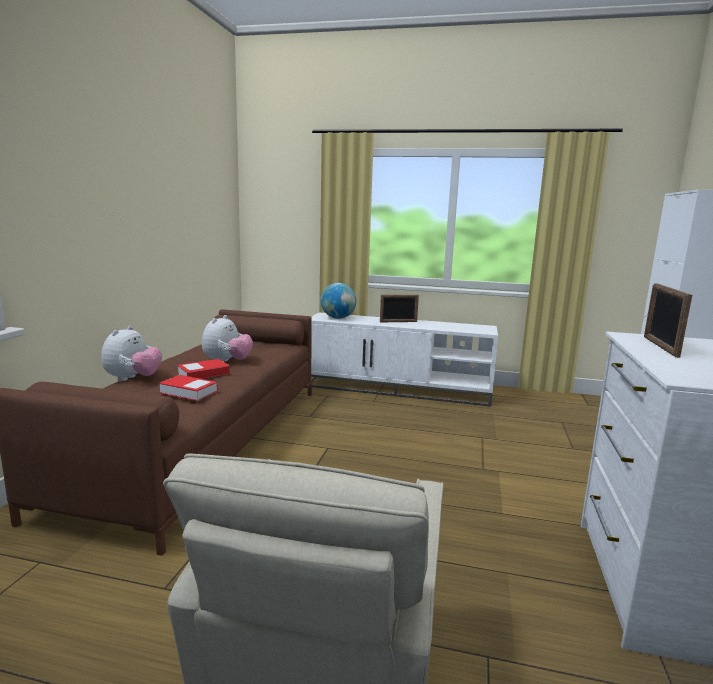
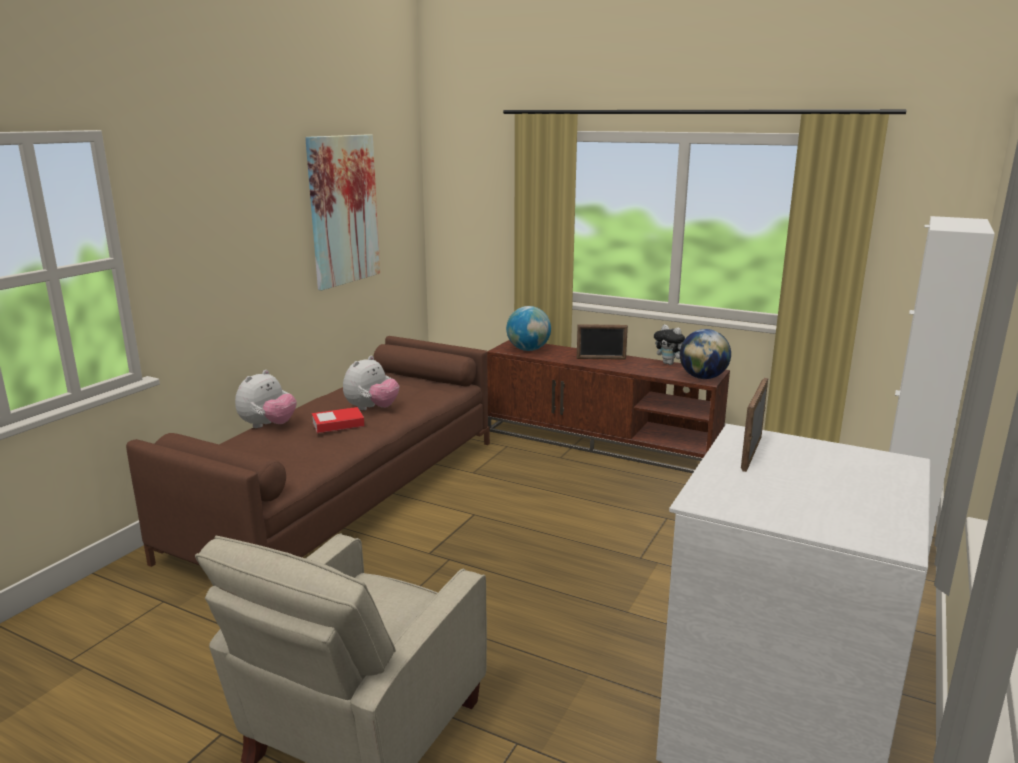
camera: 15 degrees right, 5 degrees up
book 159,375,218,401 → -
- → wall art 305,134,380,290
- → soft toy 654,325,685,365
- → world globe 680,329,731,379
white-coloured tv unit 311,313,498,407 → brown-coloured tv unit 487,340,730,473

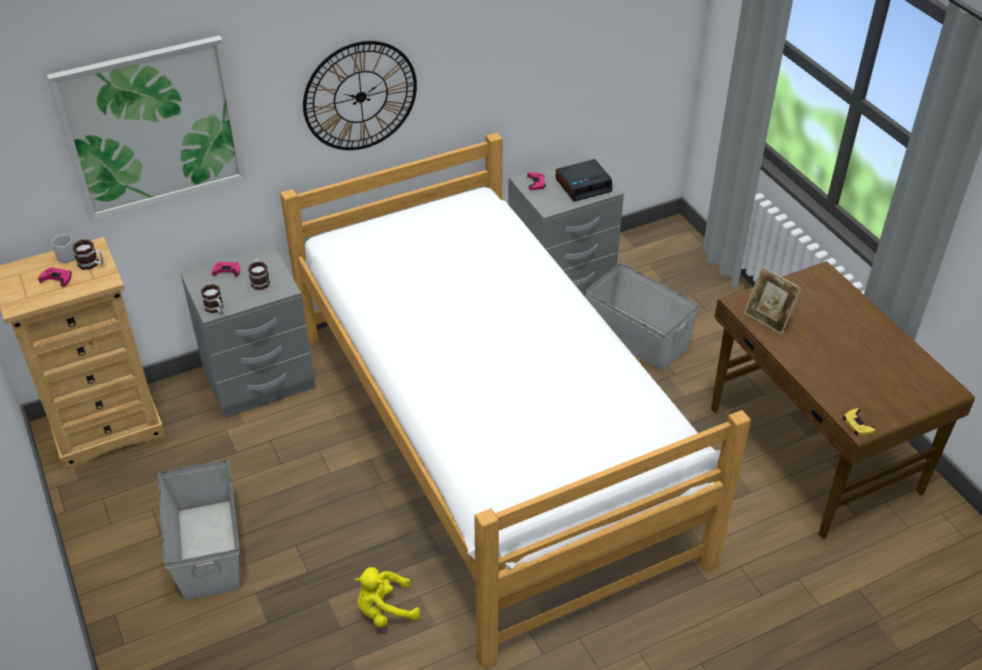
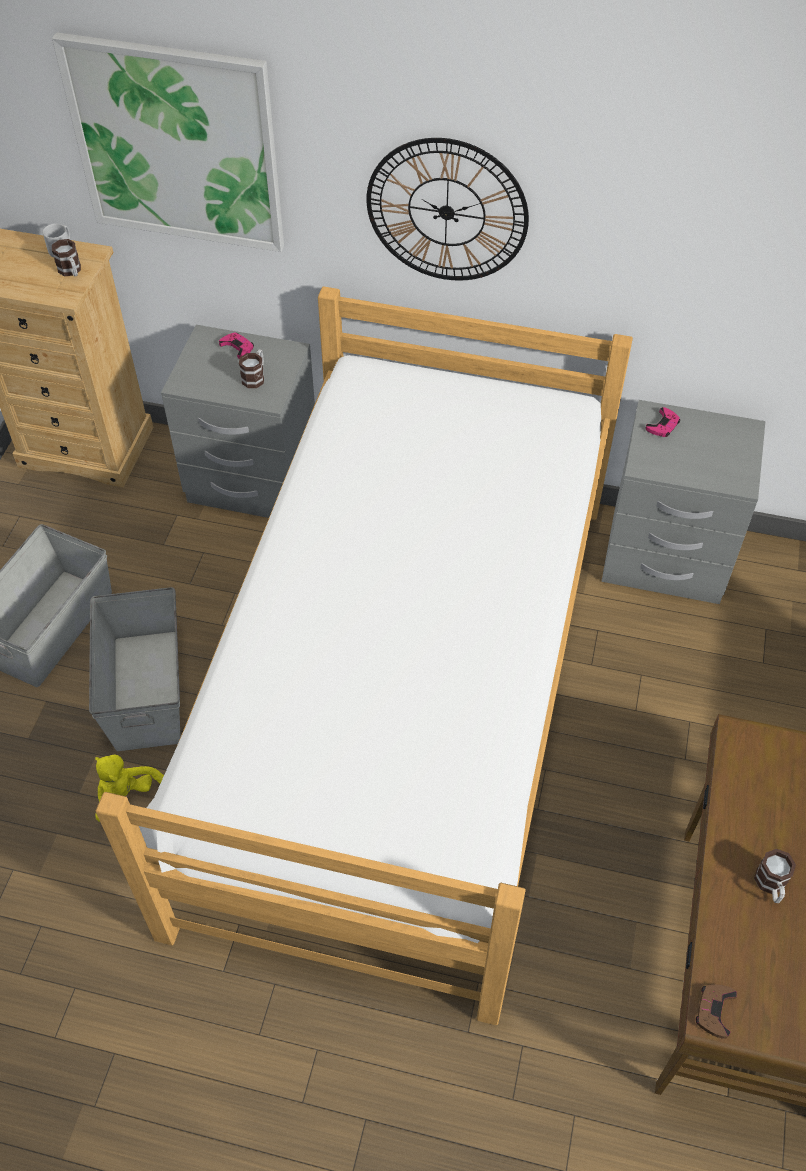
camera: 40 degrees right, 10 degrees up
pinkish game controller 38,267,72,287 → -
bedside clock 555,159,612,202 → -
picture frame 744,266,802,335 → -
tea mug 201,284,224,313 → tea mug 754,849,796,903, move
greyish storage box 586,263,699,371 → greyish storage box 89,587,181,751, move
yellow game controller 843,408,876,435 → brown-coloured game controller 696,984,737,1039

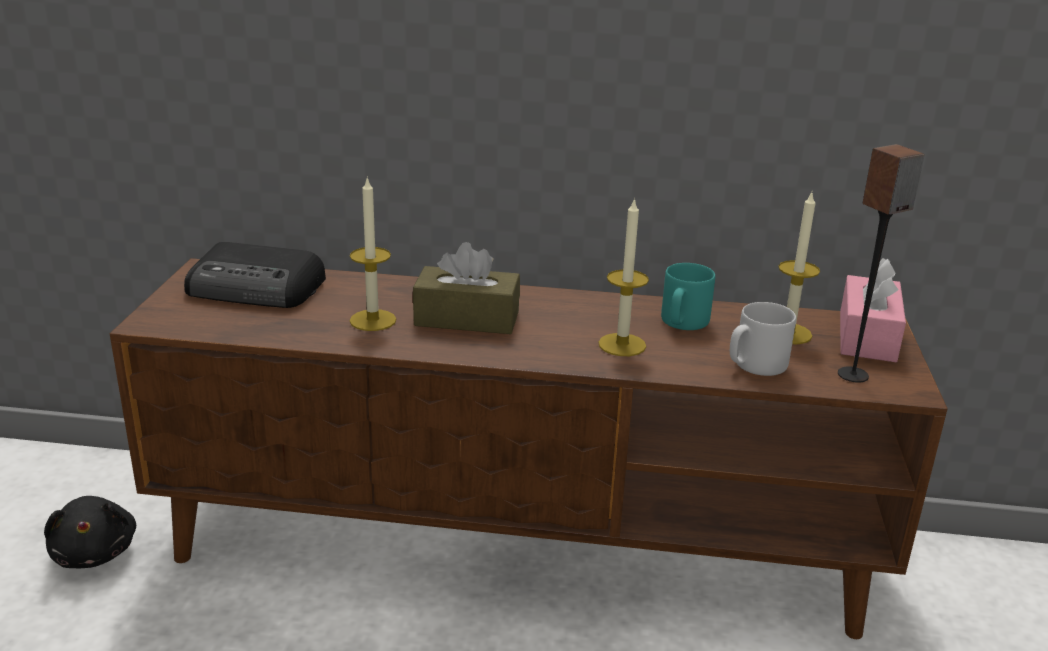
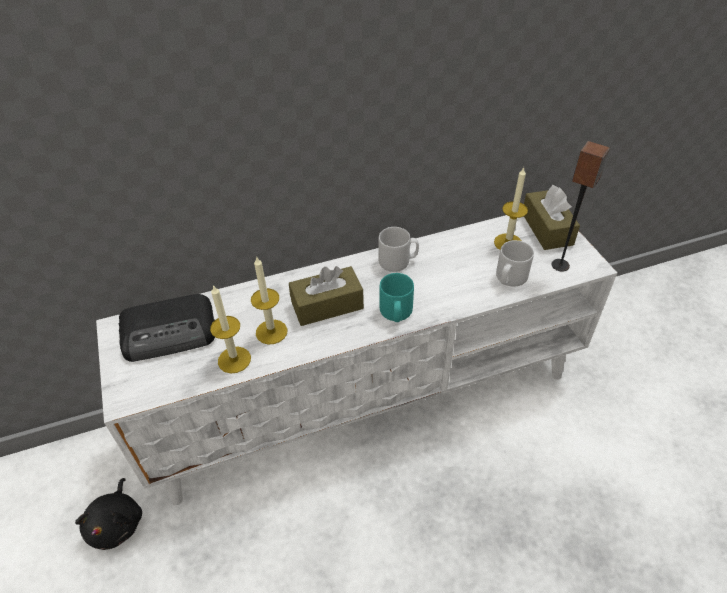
camera: 25 degrees left, 20 degrees up
- → greyish tea mug 378,227,419,272
wax light 598,197,649,356 → wax light 210,285,251,373, move
turquoise tea mug 661,263,715,330 → turquoise tea mug 379,273,414,322, move
brown-coloured tv unit 109,258,948,639 → white-coloured tv unit 96,215,617,505
pinkish box of tissues 840,258,906,362 → brown-coloured box of tissues 524,185,580,250
black-coloured soft toy 44,496,136,568 → black-coloured soft toy 75,478,142,550, 45 degrees clockwise

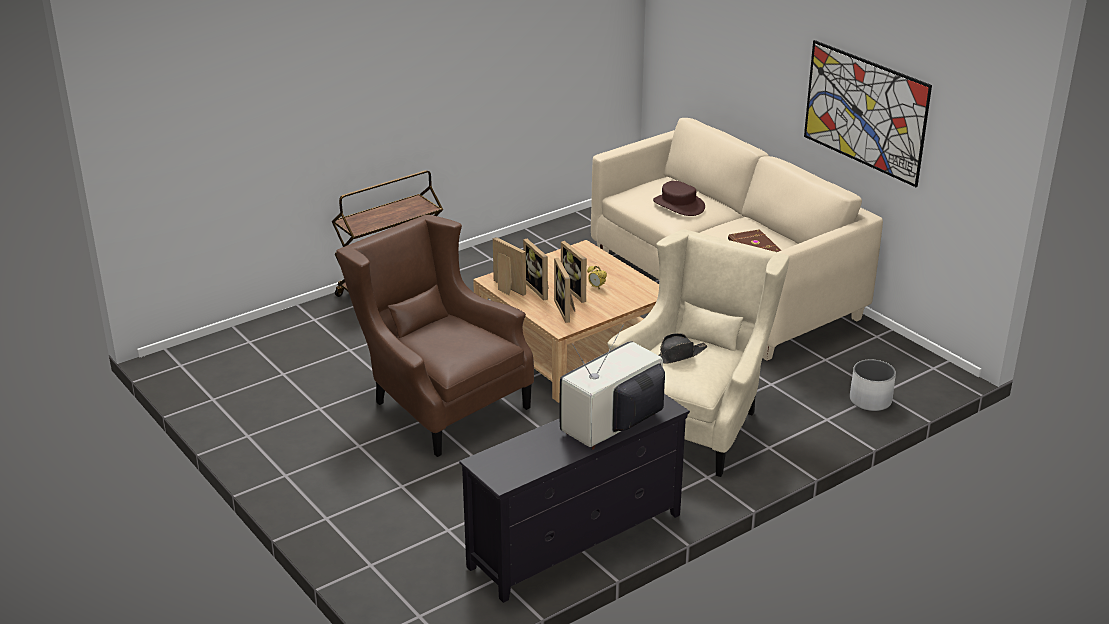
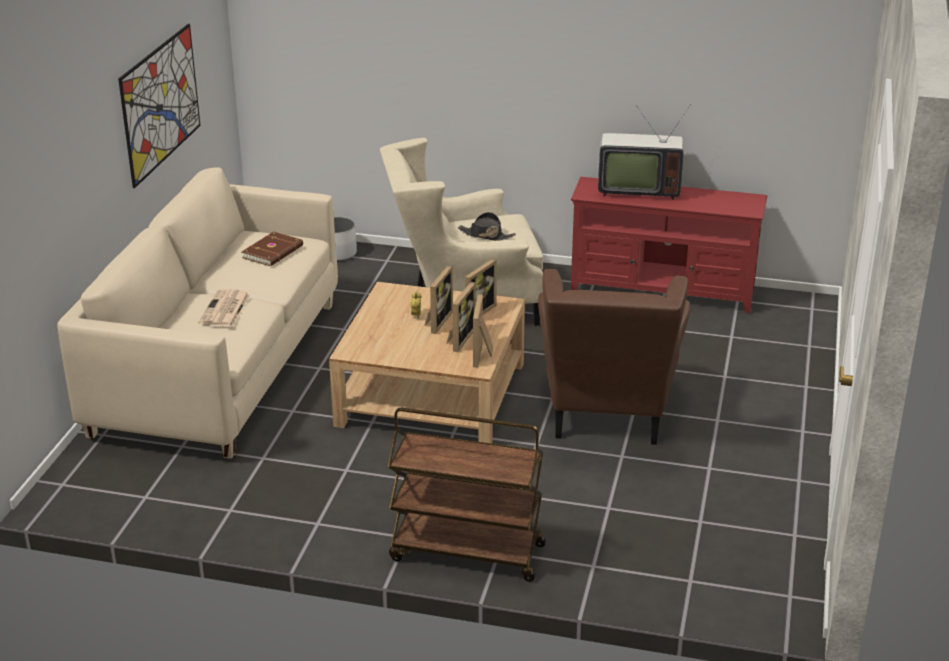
camera: 130 degrees left, 0 degrees up
brown-coloured clothing hat 653,181,705,216 → newspaper 198,289,251,327
black-coloured tv unit 459,394,690,603 → red tv unit 571,177,767,313

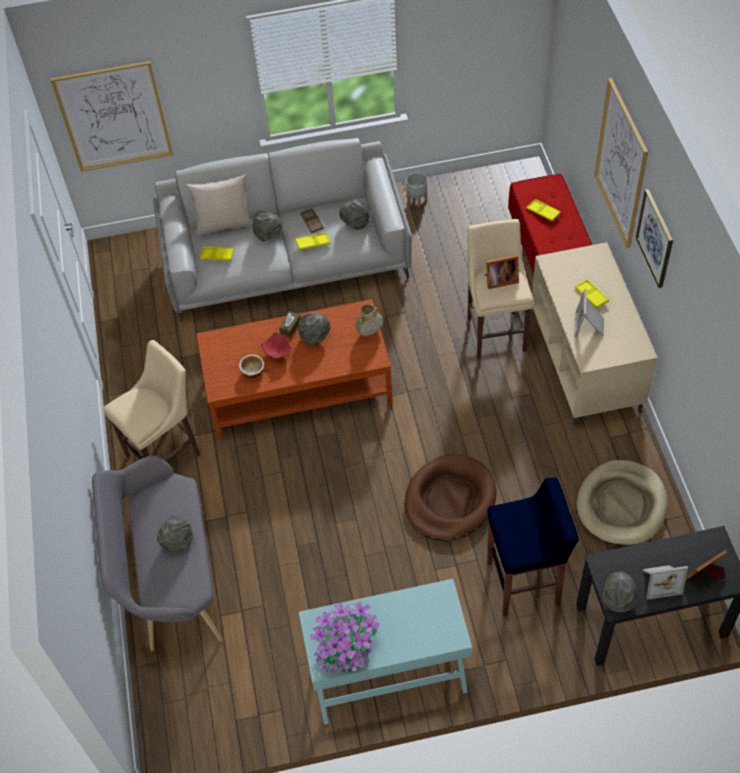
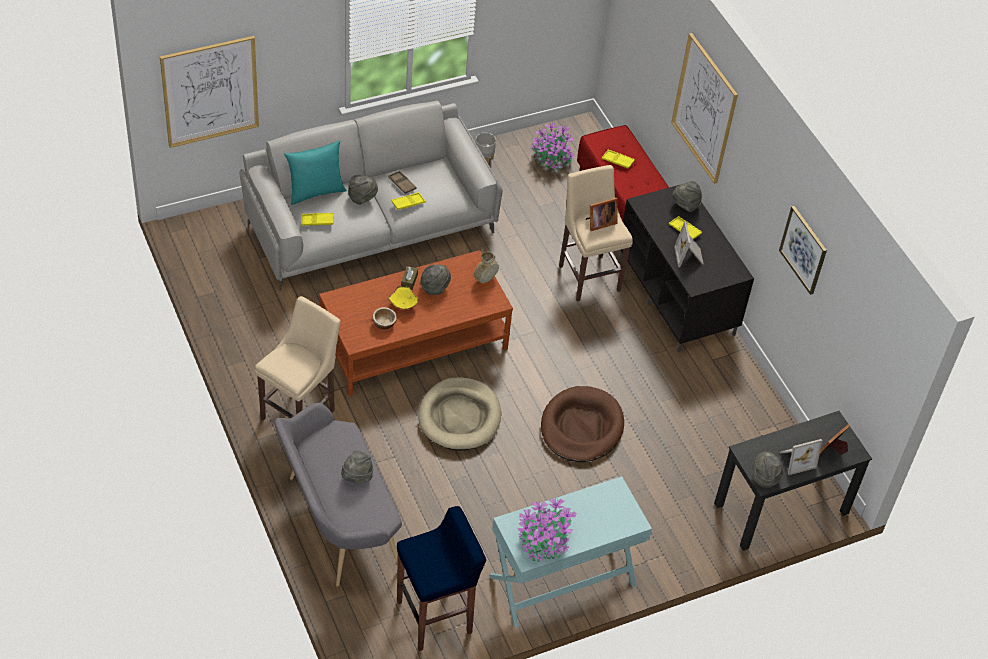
camera: 20 degrees left, 5 degrees down
- → potted plant 531,123,575,172
greyish clothing hat 339,199,370,230 → greyish clothing hat 672,181,702,212, move
blue stool seat 487,477,579,617 → blue stool seat 397,506,486,651, move
sand-coloured dog bed 577,460,668,545 → sand-coloured dog bed 418,377,501,451, move
wall art 636,189,673,288 → wall art 779,206,827,295, move
sand-coloured pillow 186,174,253,237 → turquoise pillow 284,140,347,205
red deep dish 261,333,292,359 → yellow deep dish 388,286,419,309
sand-coloured tv unit 532,242,658,425 → black-coloured tv unit 619,185,754,353

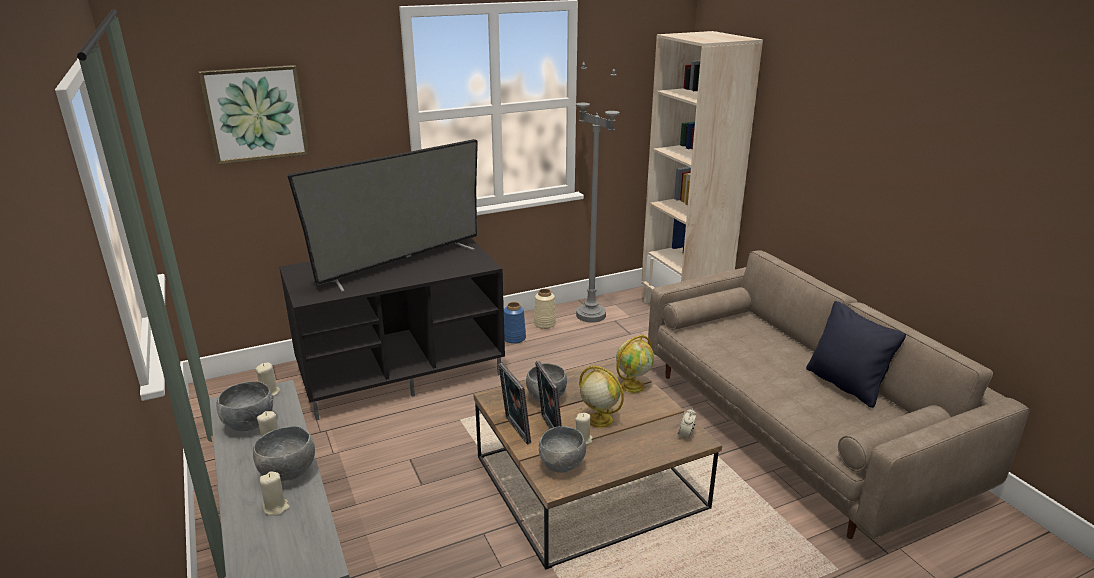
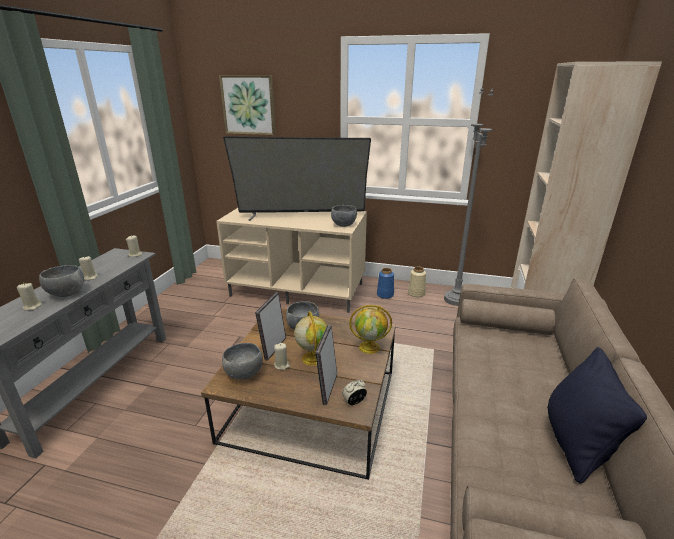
camera: 40 degrees right, 0 degrees up
greyish deep dish 216,381,273,431 → greyish deep dish 331,205,357,227, move
picture frame 498,363,531,445 → picture frame 315,325,337,405, move
black-coloured tv unit 279,238,505,421 → sand-coloured tv unit 216,208,367,313

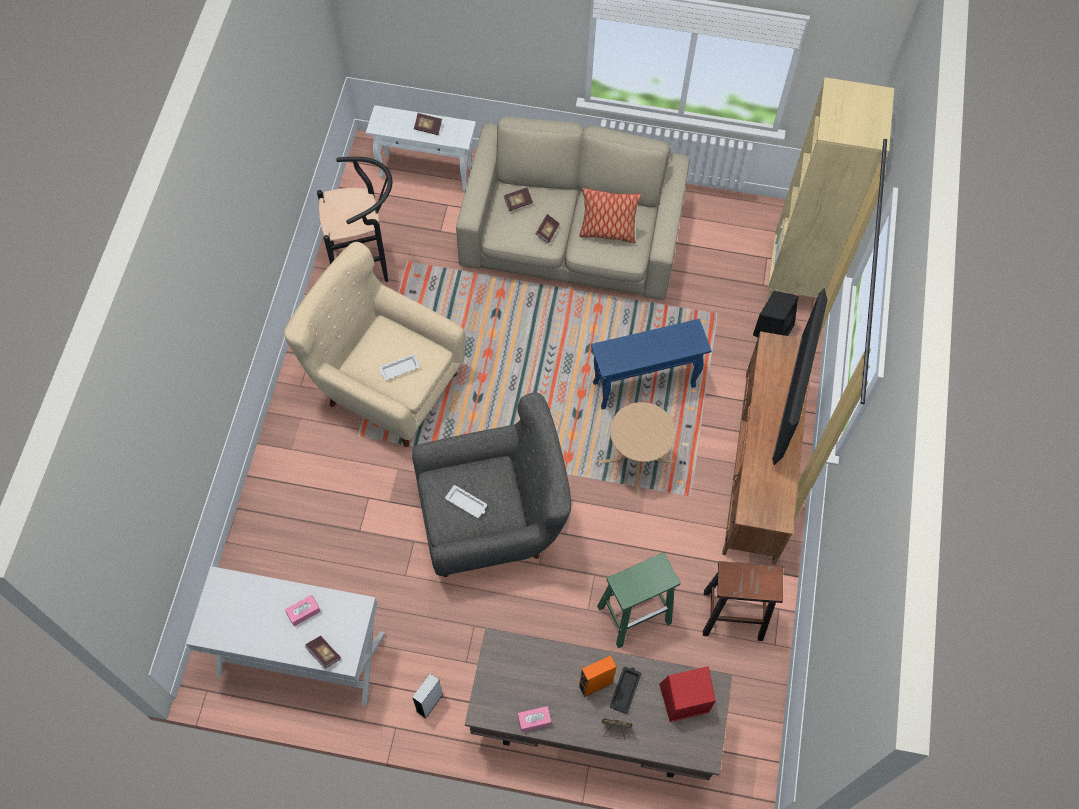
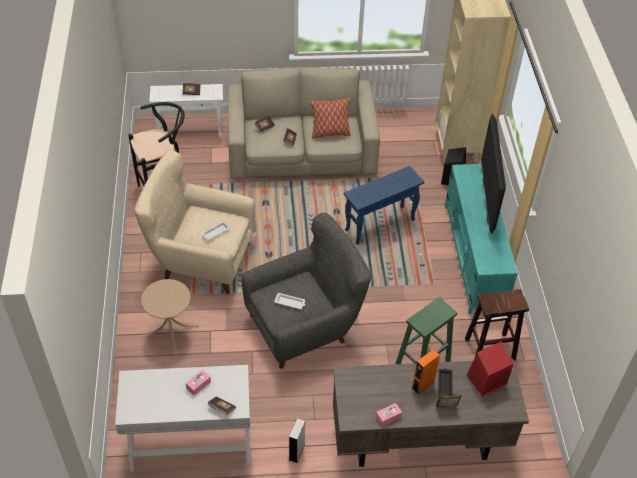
camera: 15 degrees left, 15 degrees down
sand-coloured end table 599,402,675,497 → sand-coloured end table 141,279,200,354, move
brown-coloured tv unit 722,331,809,564 → turquoise tv unit 445,164,518,314

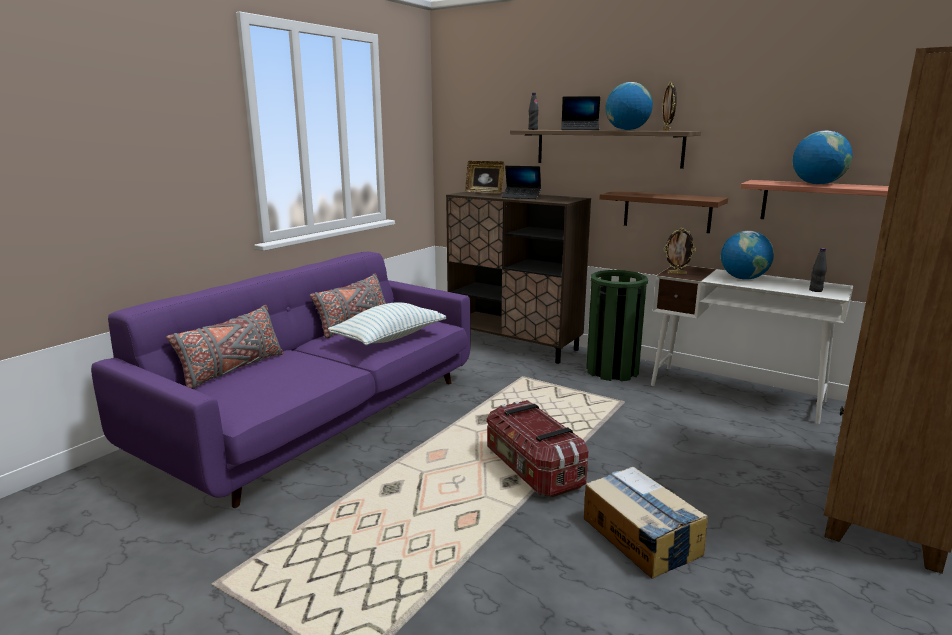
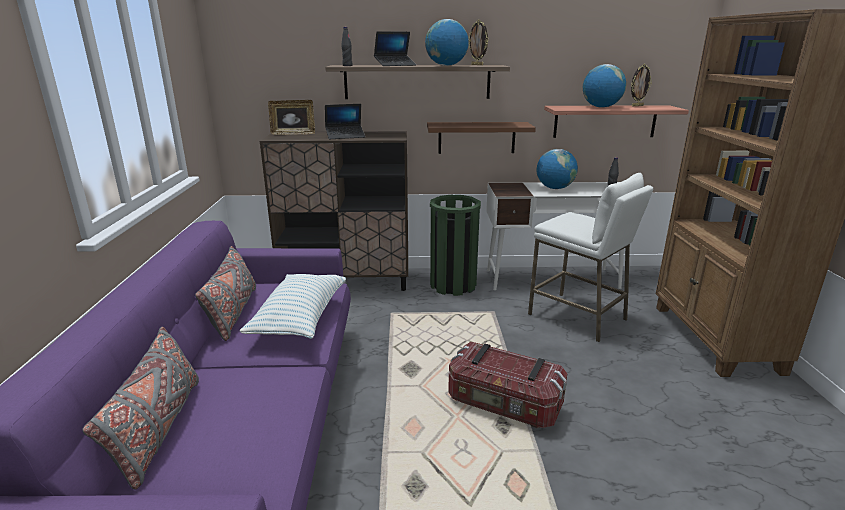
camera: 35 degrees left, 5 degrees up
cardboard box 584,467,708,579 → -
- → white-coloured stool seat 528,173,653,342
picture frame 664,228,696,274 → picture frame 631,64,652,106, move

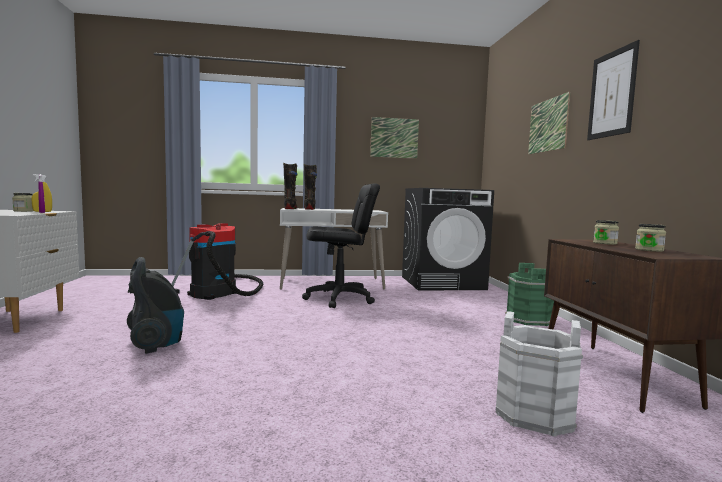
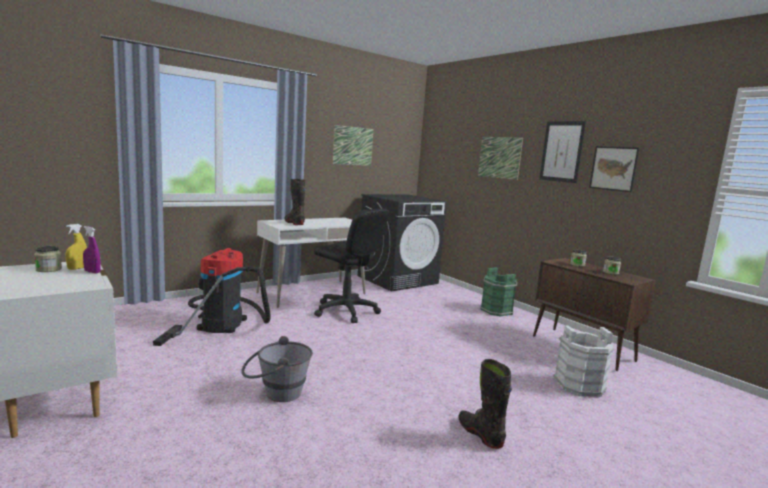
camera: 30 degrees left, 5 degrees up
- → wall art 589,146,640,192
black-coloured tall boot 283,163,298,209 → black-coloured tall boot 459,359,512,449, move
vacuum cleaner 127,257,184,354 → greyish bucket 241,336,313,402
black-coloured desk chair 302,183,380,308 → black-coloured desk chair 314,209,390,323, 75 degrees clockwise

